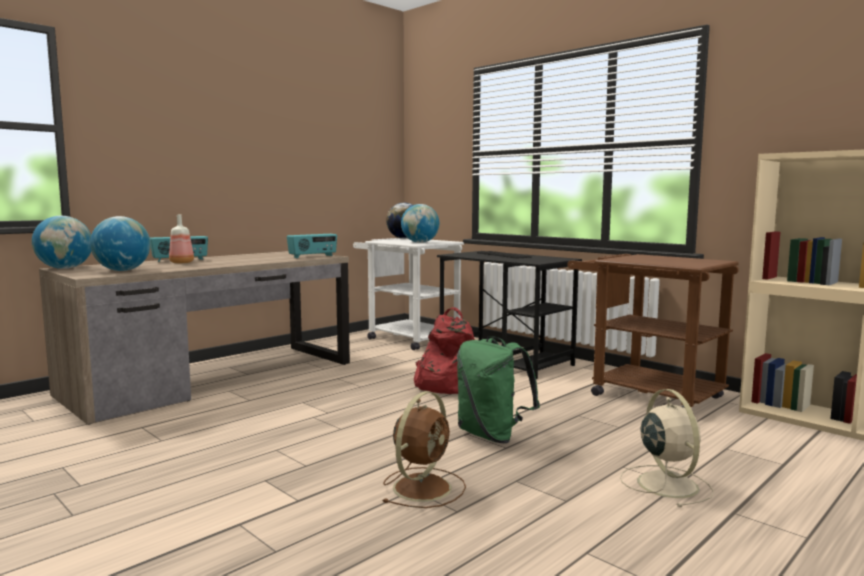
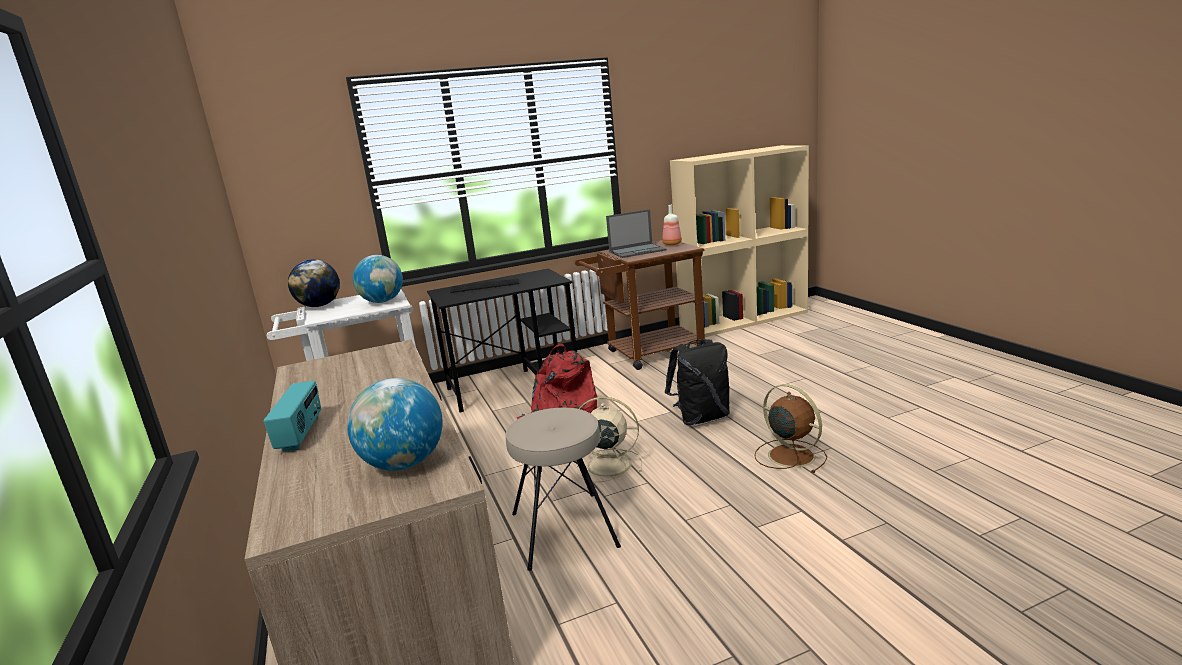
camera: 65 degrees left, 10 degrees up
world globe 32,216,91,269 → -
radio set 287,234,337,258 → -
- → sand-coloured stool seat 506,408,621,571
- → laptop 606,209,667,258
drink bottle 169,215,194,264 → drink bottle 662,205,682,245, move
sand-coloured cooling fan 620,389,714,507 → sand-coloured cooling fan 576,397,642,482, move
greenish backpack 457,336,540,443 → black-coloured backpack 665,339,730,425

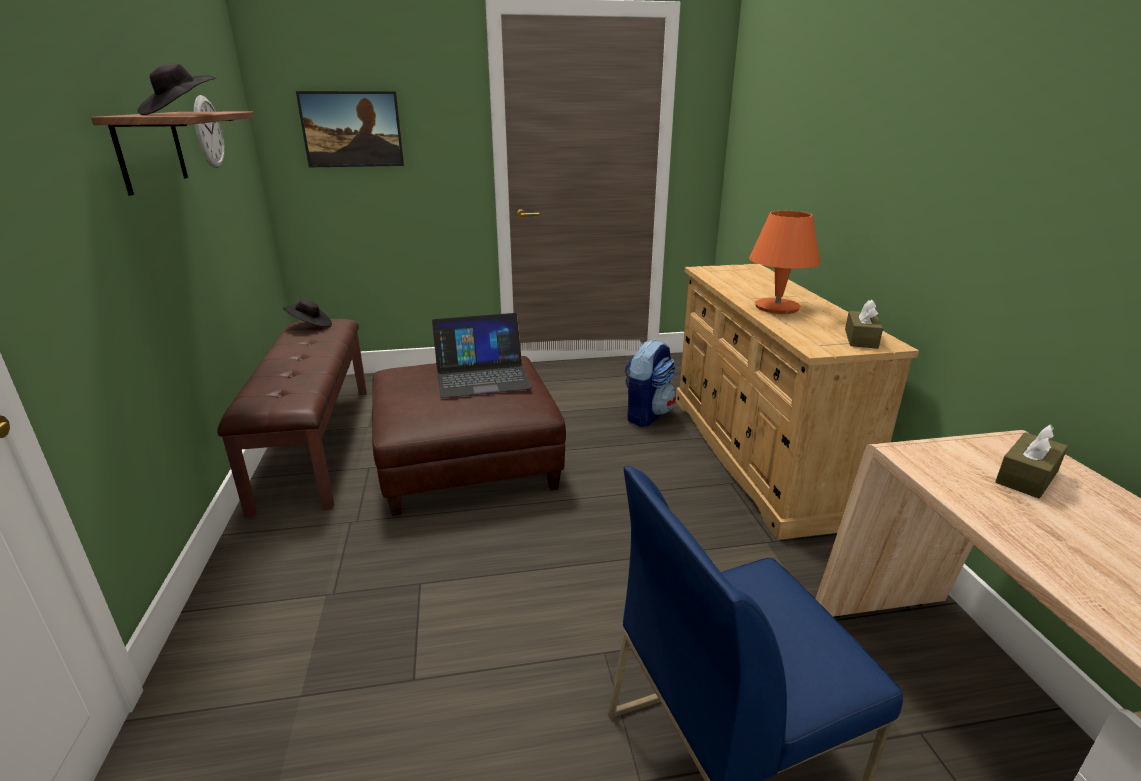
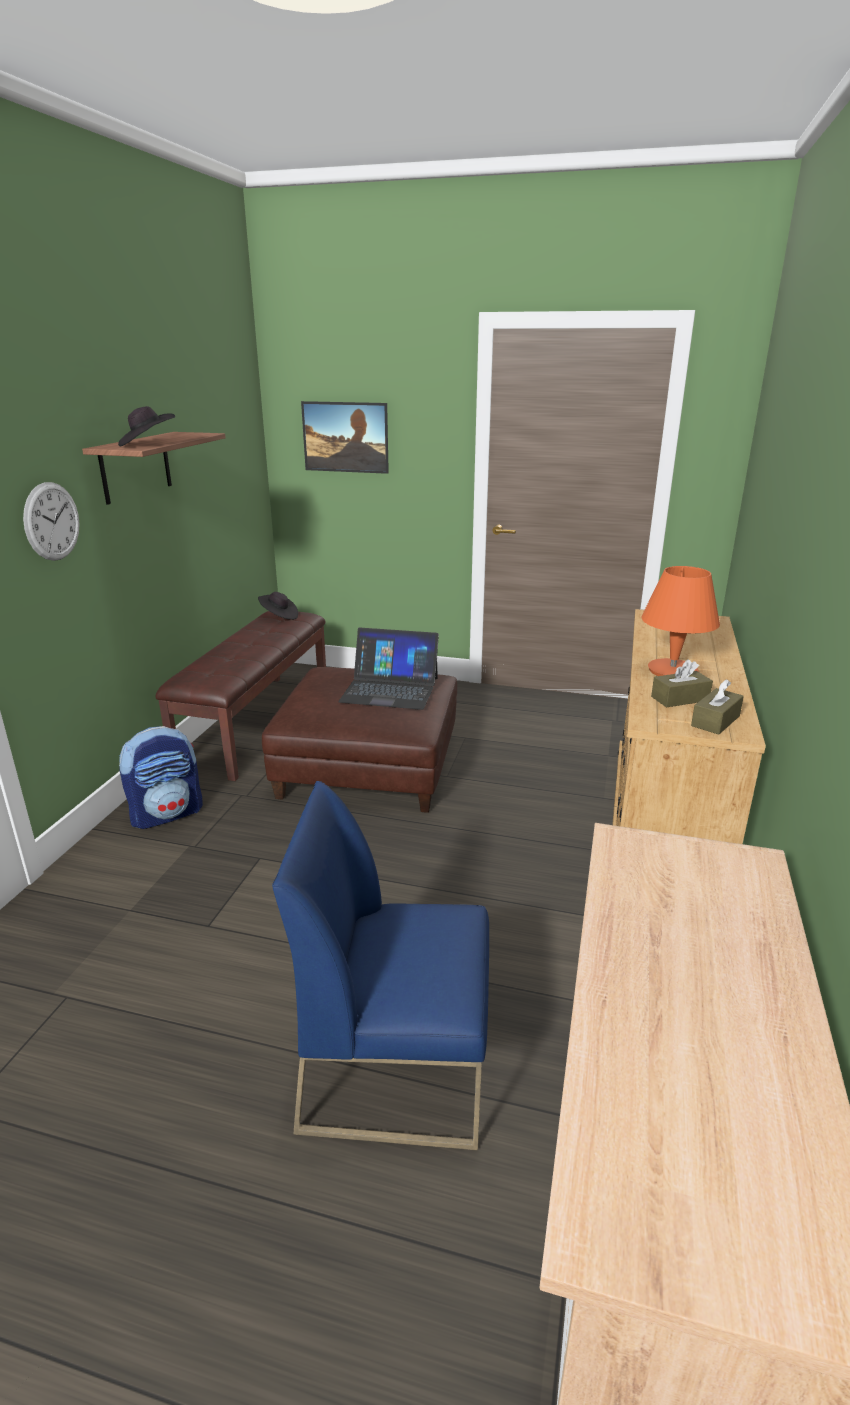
camera: 25 degrees right, 0 degrees up
clock on the wall 194,95,225,168 → clock on the wall 23,482,80,561, move
backpack 624,339,676,426 → backpack 119,726,203,829, move
brown-coloured box of tissues 995,425,1068,498 → brown-coloured box of tissues 651,659,713,707, move

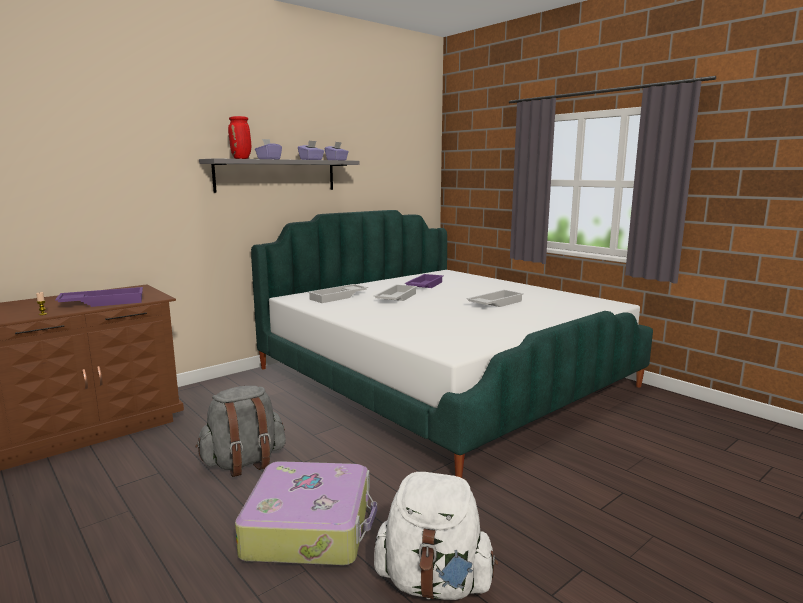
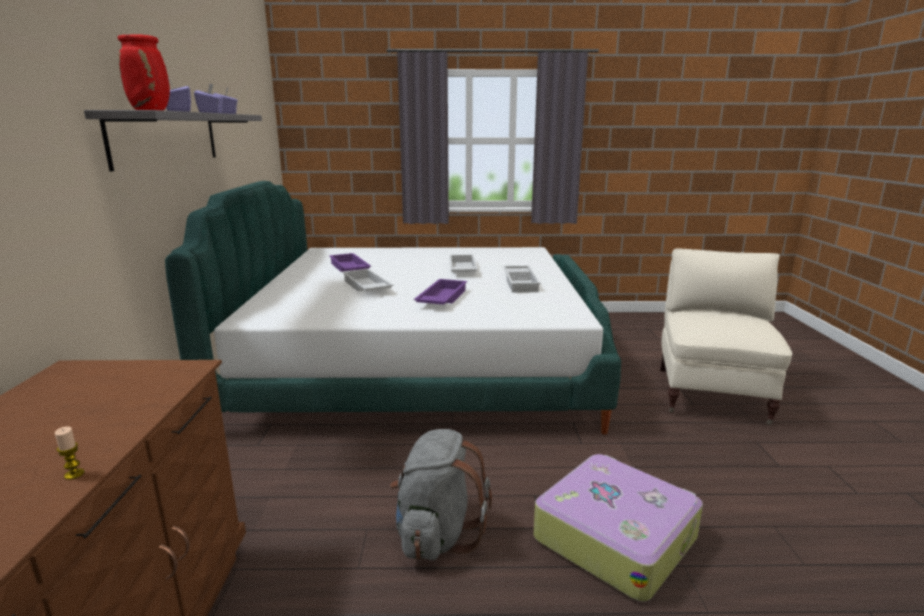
camera: 50 degrees left, 5 degrees up
white-coloured backpack 374,472,498,600 → -
- → sand-coloured lounge chair 660,248,792,425
purplish serving tray 55,287,143,307 → purplish serving tray 414,279,467,305, move
white-coloured serving tray 308,284,368,303 → white-coloured serving tray 503,266,541,293, move

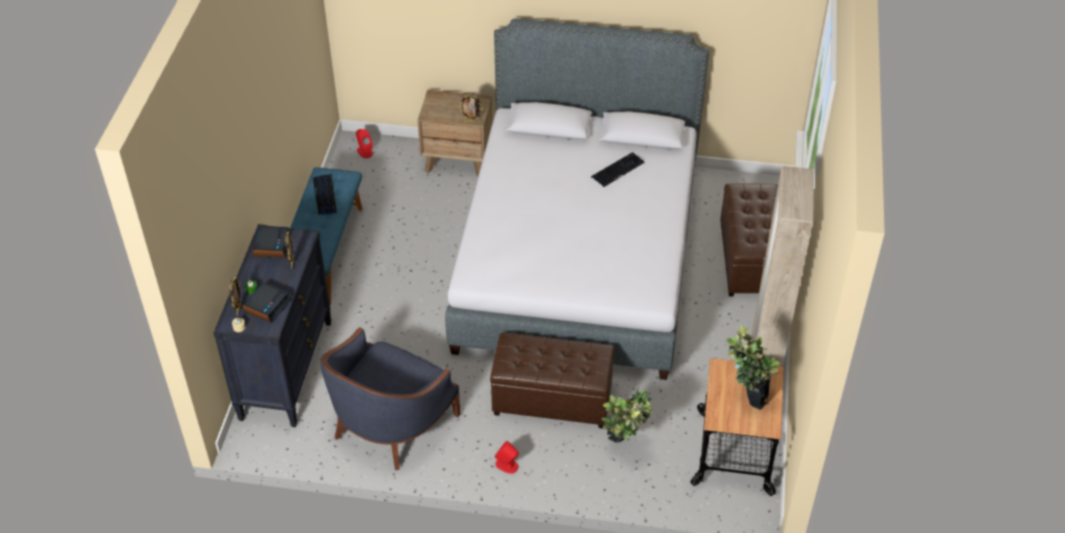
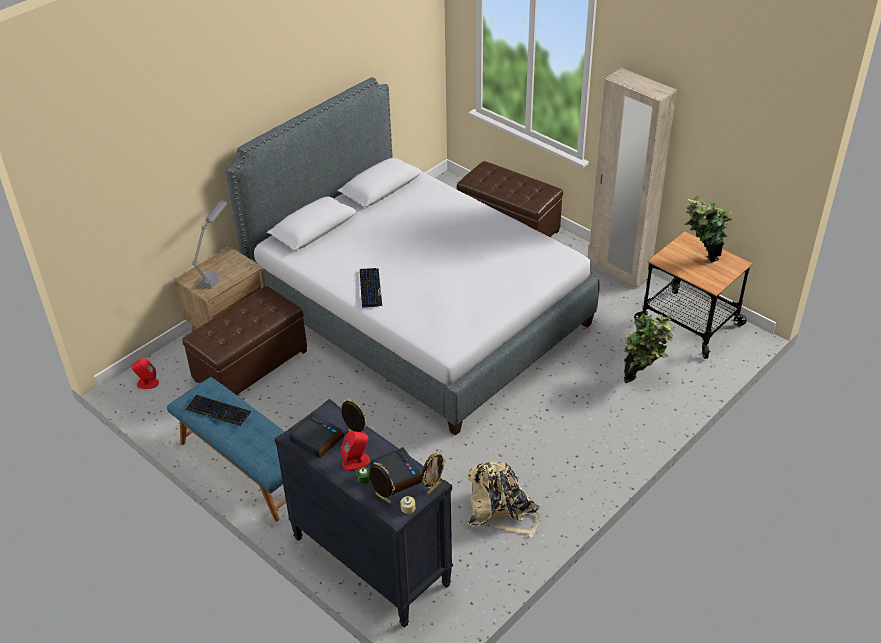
camera: 55 degrees left, 5 degrees down
- → greyish tabletop lamp 192,201,227,289
picture frame 459,94,483,123 → picture frame 422,453,446,495, move
brown-coloured pouffe 490,332,614,429 → brown-coloured pouffe 182,286,307,395, move
red speaker 495,441,519,474 → red speaker 341,431,370,471, move
PC keyboard 591,152,645,187 → PC keyboard 360,268,382,308, move
blue lounge chair 320,327,460,470 → sand-coloured backpack 466,462,540,538

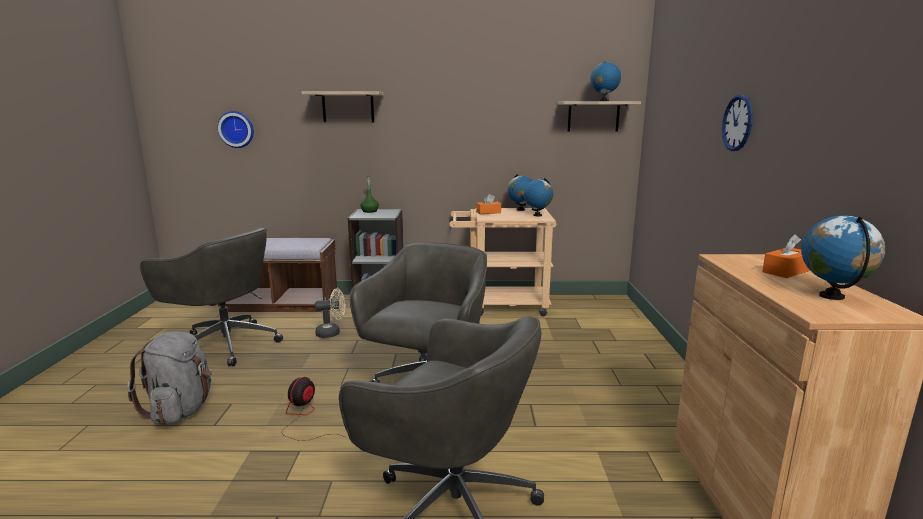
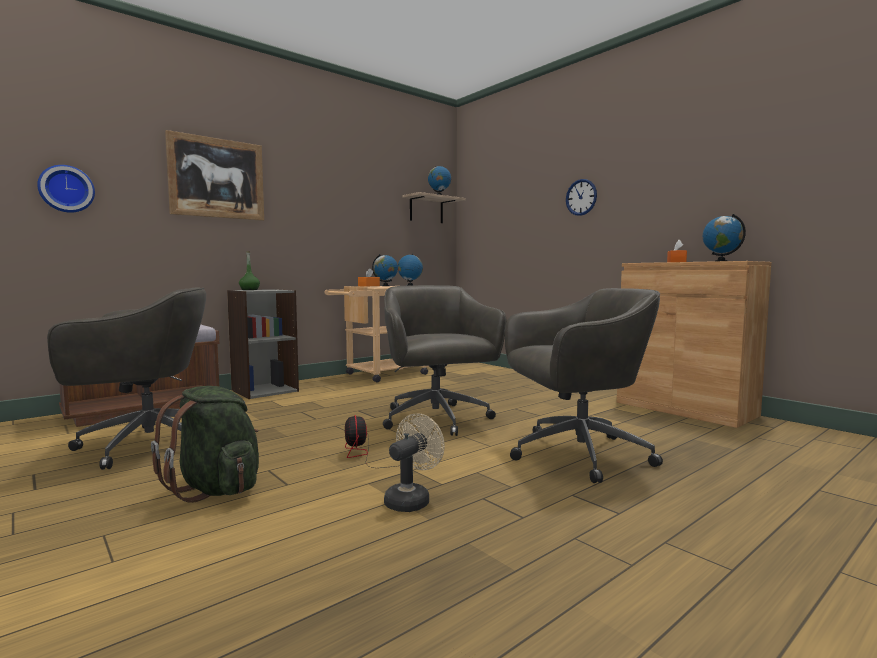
camera: 40 degrees left, 10 degrees down
sand-coloured cooling fan 315,288,345,338 → sand-coloured cooling fan 384,413,445,512, move
bracket shelf 302,91,384,122 → wall art 165,130,264,221
greyish backpack 127,331,212,425 → greenish backpack 151,386,259,503

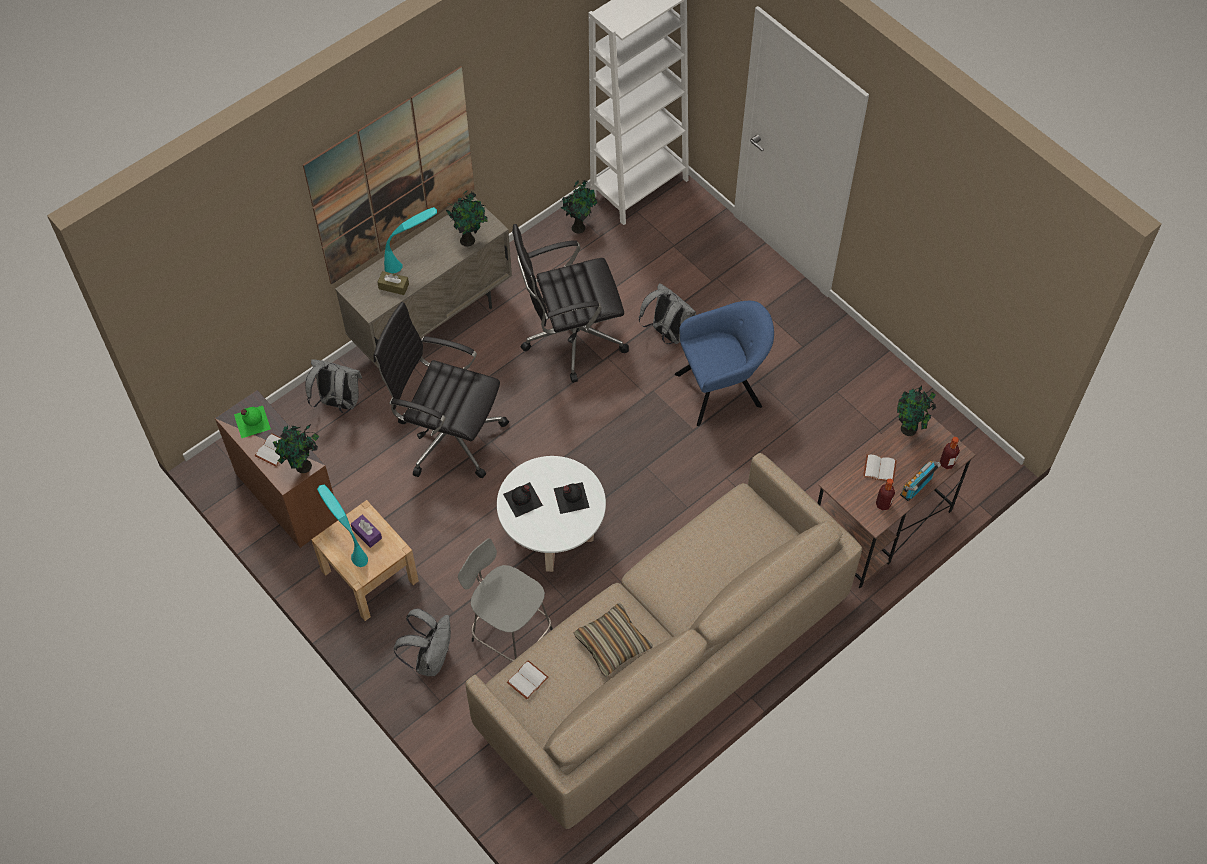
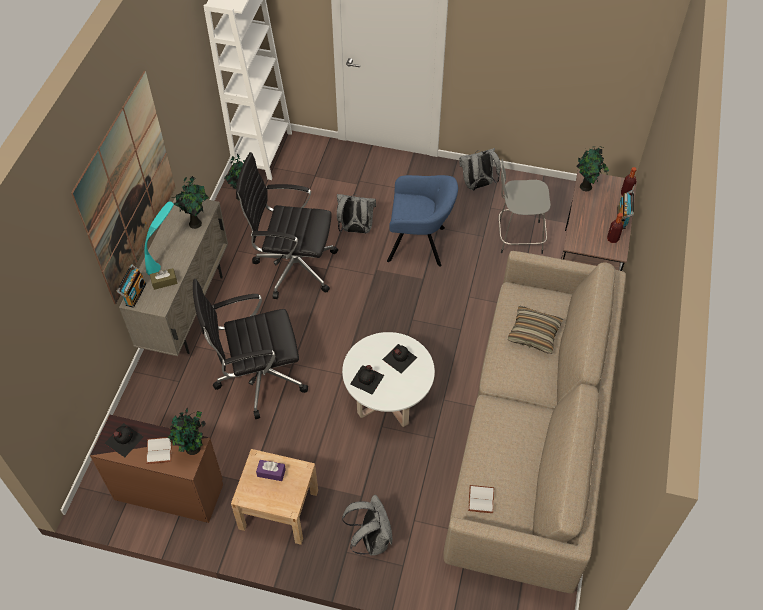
camera: 35 degrees left, 5 degrees down
turquoise tabletop lamp 317,485,368,567 → -
white-coloured book 863,454,897,482 → -
- → radio set 117,265,146,308
greyish backpack 305,359,362,413 → greyish backpack 459,148,501,191, move
greyish stool seat 458,538,553,662 → greyish stool seat 498,159,551,254, move
pillow 574,603,653,677 → pillow 508,306,563,354, move
greenish drink bottle 234,406,271,438 → black-coloured drink bottle 104,423,144,457
black-coloured desk chair 512,224,629,383 → black-coloured desk chair 236,152,338,299, 60 degrees clockwise
blue lounge chair 675,301,774,426 → blue lounge chair 387,175,458,267, 60 degrees clockwise

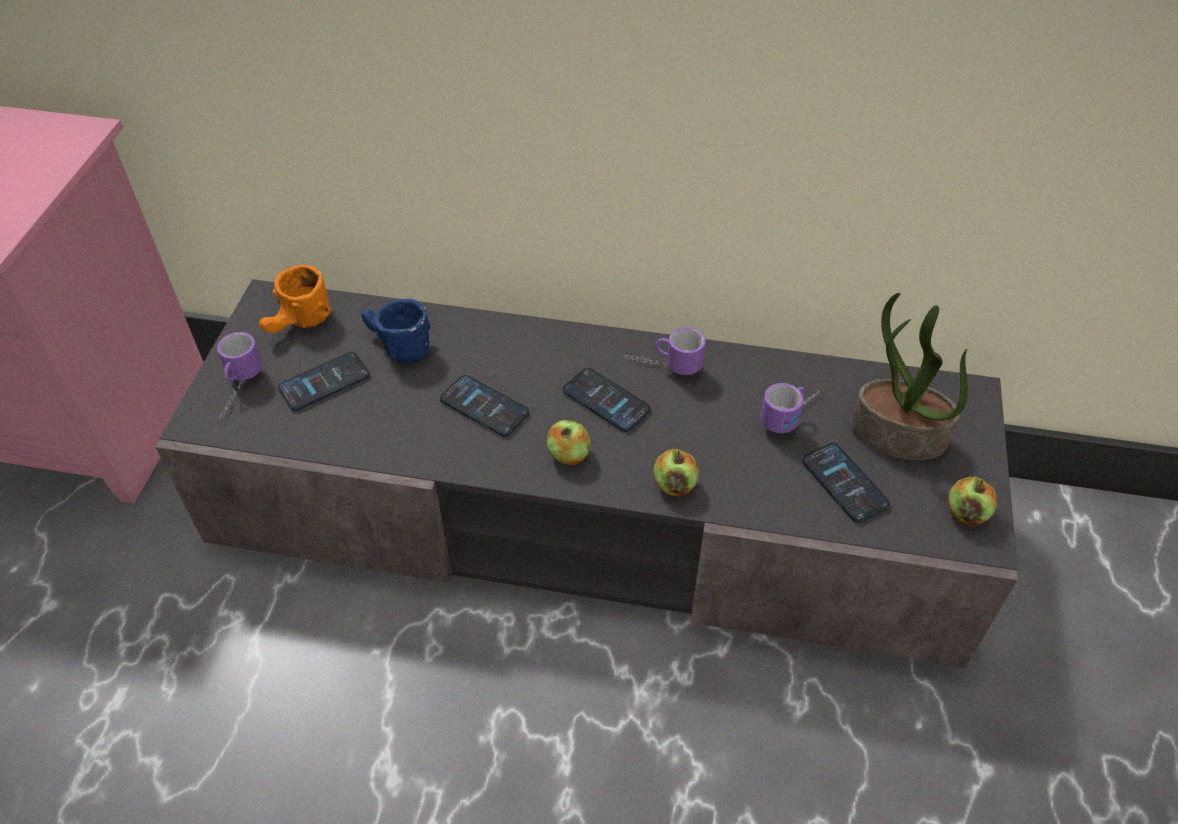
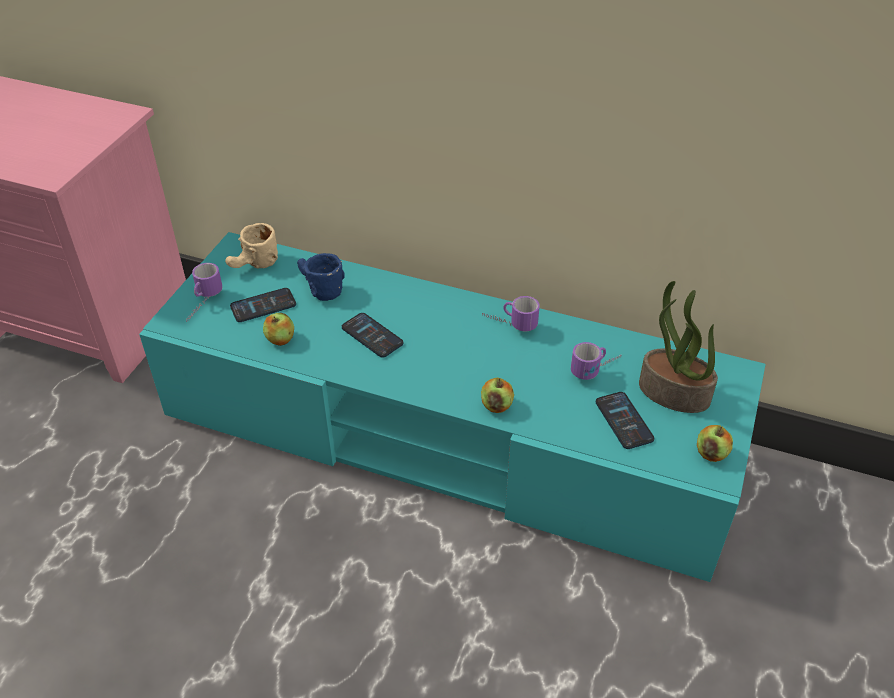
camera: 10 degrees right, 5 degrees down
handset 563,368,651,432 → -
apple fruit 546,419,591,465 → apple fruit 263,313,294,346, move
greyish tv unit 156,279,1018,668 → turquoise tv unit 139,232,766,582
orange-coloured tea mug 259,265,331,333 → sand-coloured tea mug 225,223,278,268

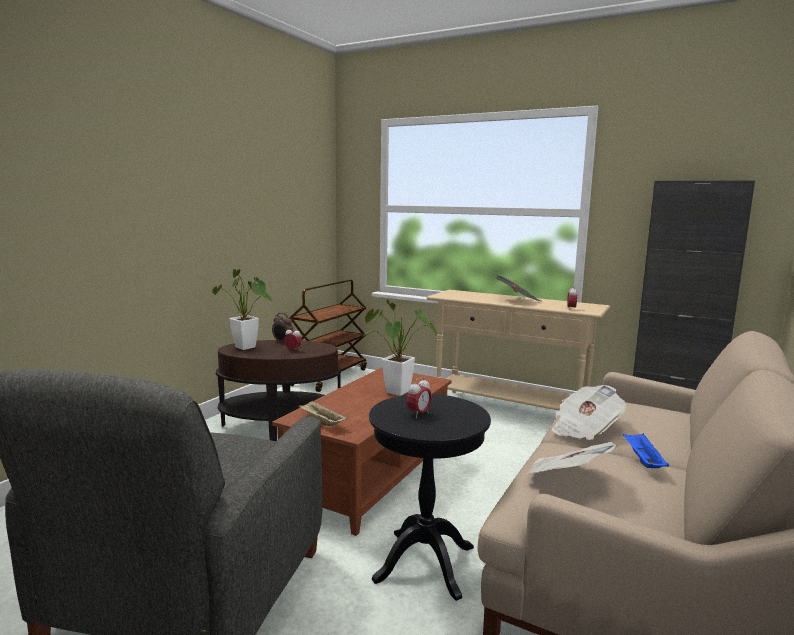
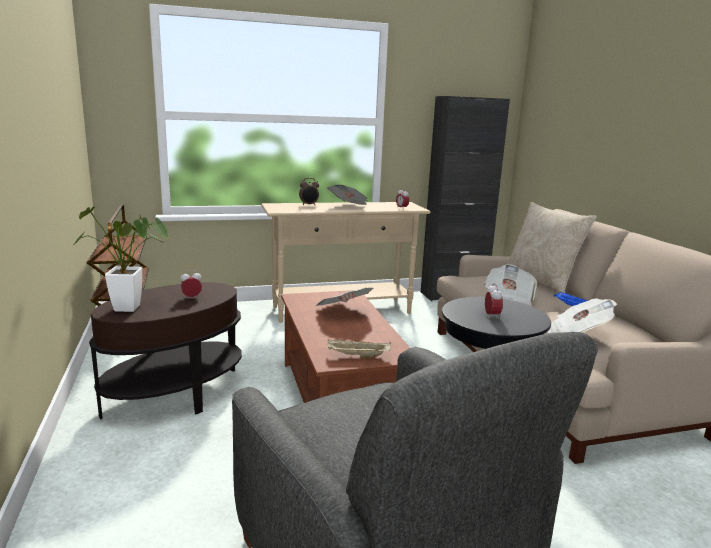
camera: 45 degrees left, 5 degrees up
- → sand-coloured pillow 507,202,597,293
bedside clock 272,313,293,341 → bedside clock 299,178,319,205, move
potted plant 364,300,437,396 → newspaper 316,288,374,306

